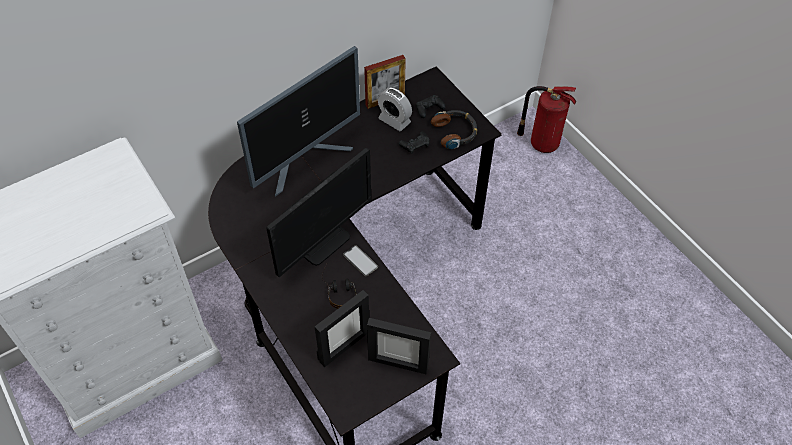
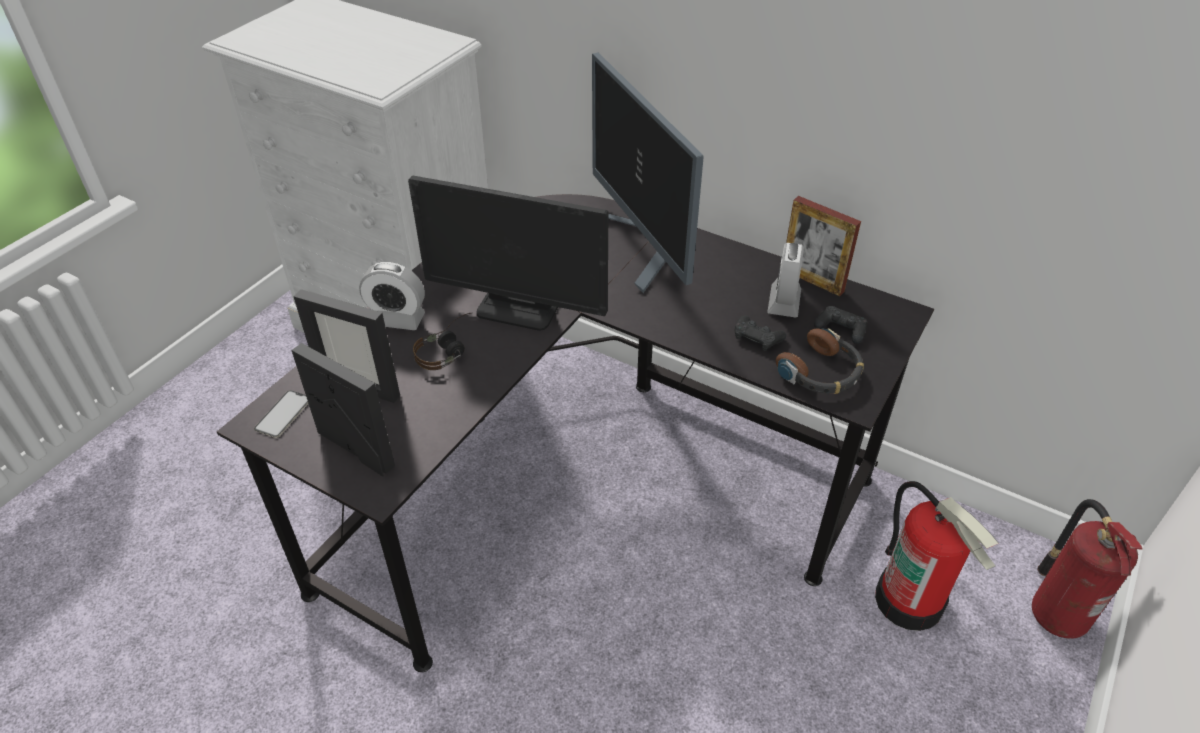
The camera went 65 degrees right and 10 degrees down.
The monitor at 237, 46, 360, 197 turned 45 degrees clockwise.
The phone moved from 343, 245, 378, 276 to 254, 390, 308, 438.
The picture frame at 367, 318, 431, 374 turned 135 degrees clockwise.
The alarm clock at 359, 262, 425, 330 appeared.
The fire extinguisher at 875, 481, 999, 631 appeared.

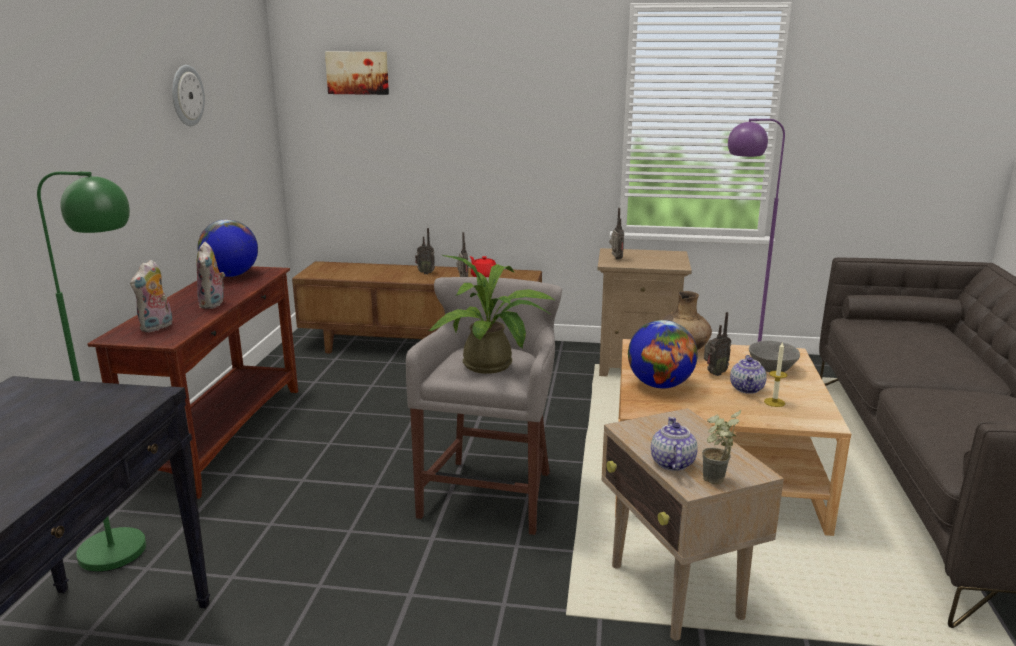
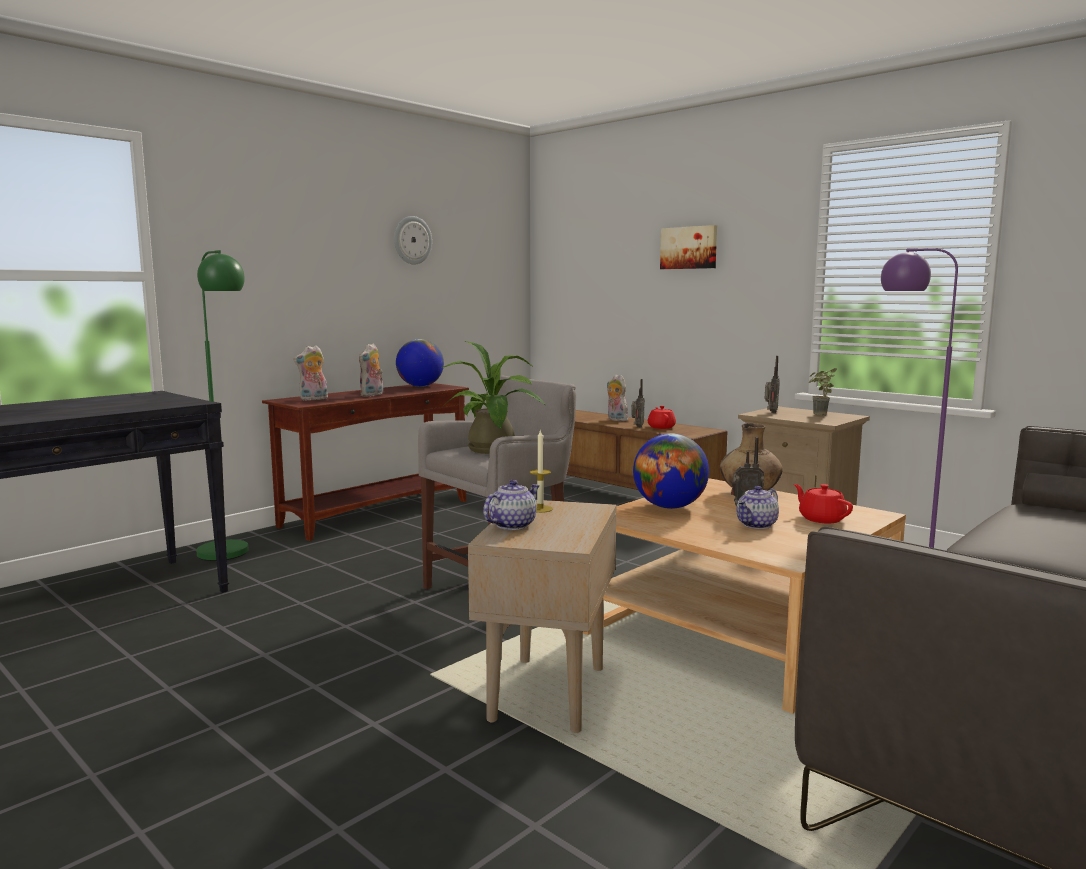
The camera went 35 degrees right and 10 degrees down.
The picture moved from 325, 52, 389, 95 to 660, 225, 717, 269.
The radio at 415, 228, 435, 274 was replaced by the plush toy at 607, 375, 629, 421.
The grey bowl at 749, 341, 800, 372 was replaced by the red teapot at 794, 484, 853, 524.
The candle moved from 764, 341, 787, 407 to 530, 429, 553, 513.
The potted plant moved from 702, 410, 741, 485 to 809, 368, 837, 416.

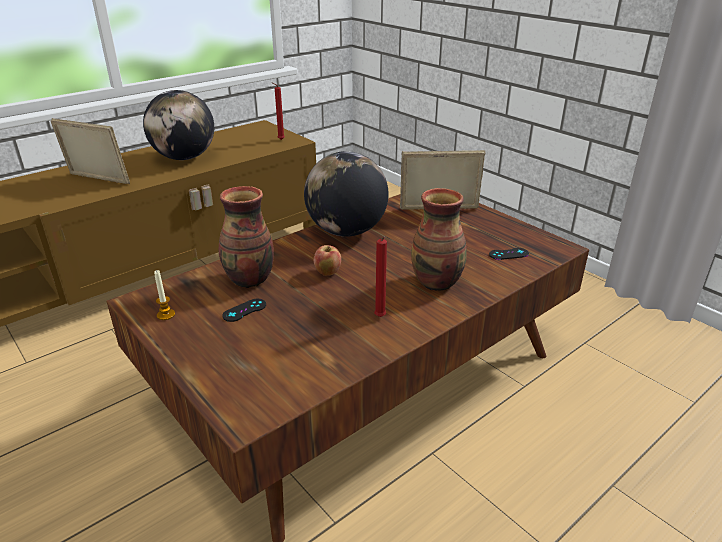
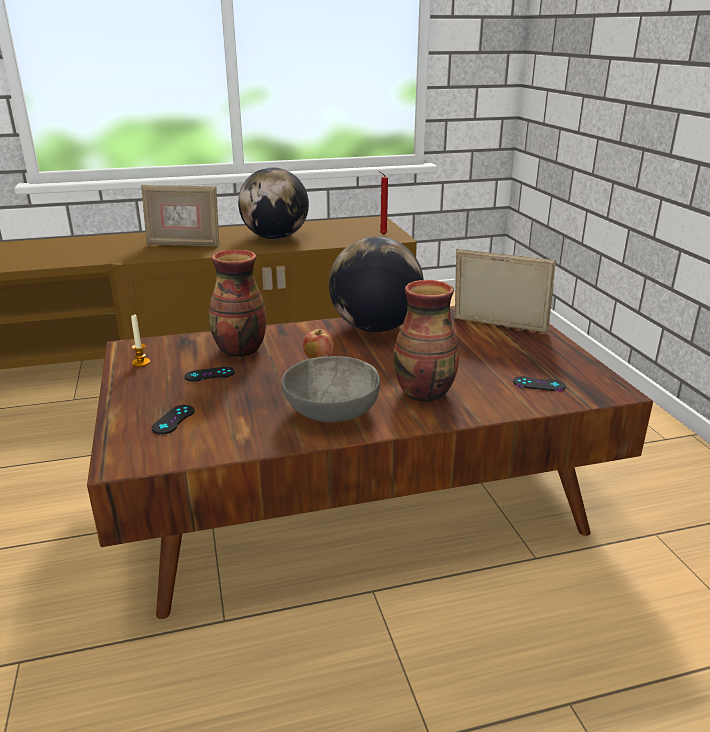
The camera went 25 degrees right and 5 degrees down.
The picture frame at 51, 118, 130, 184 turned 135 degrees clockwise.
The red candle at 374, 237, 387, 317 was replaced by the grey bowl at 281, 356, 380, 423.
The black game controller at 151, 405, 195, 434 appeared.

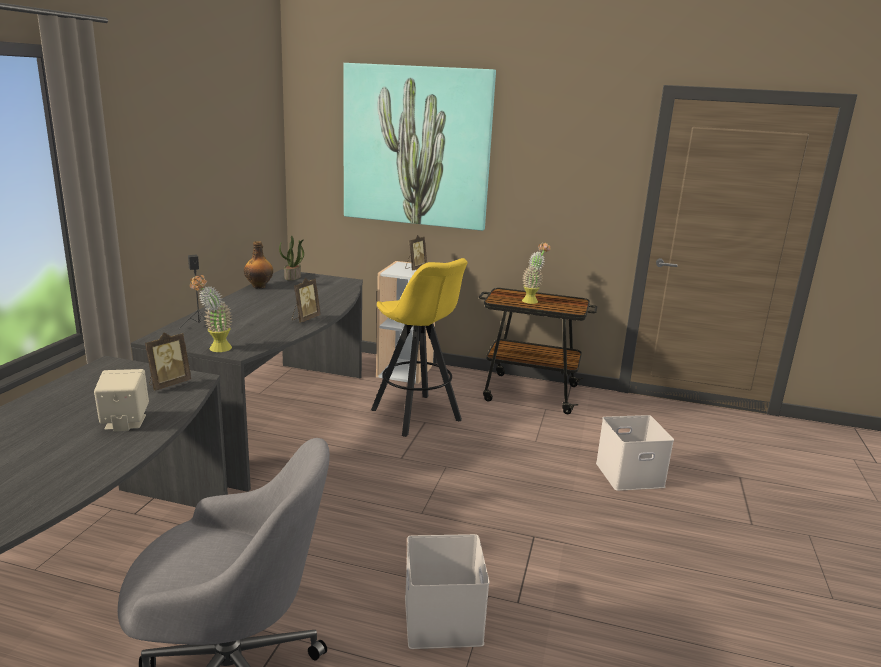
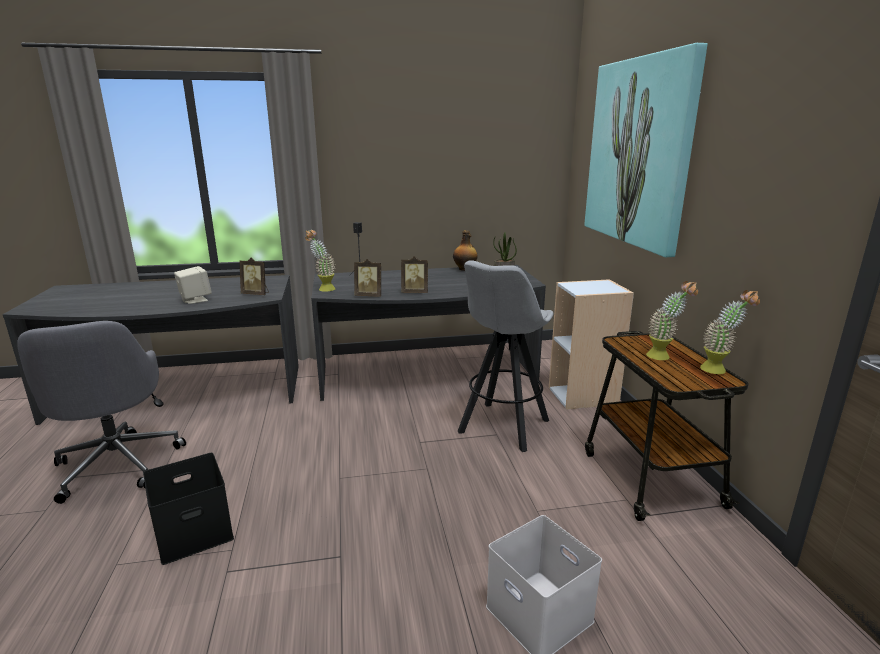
The camera went 65 degrees right and 0 degrees up.
The picture frame moved from 405, 235, 427, 270 to 354, 259, 381, 297.
The yellow stool at 371, 258, 468, 437 became the grey stool at 458, 260, 553, 452.
The white storage box at 405, 534, 489, 649 became the black storage box at 143, 453, 234, 565.
The potted plant at 700, 290, 760, 374 appeared.

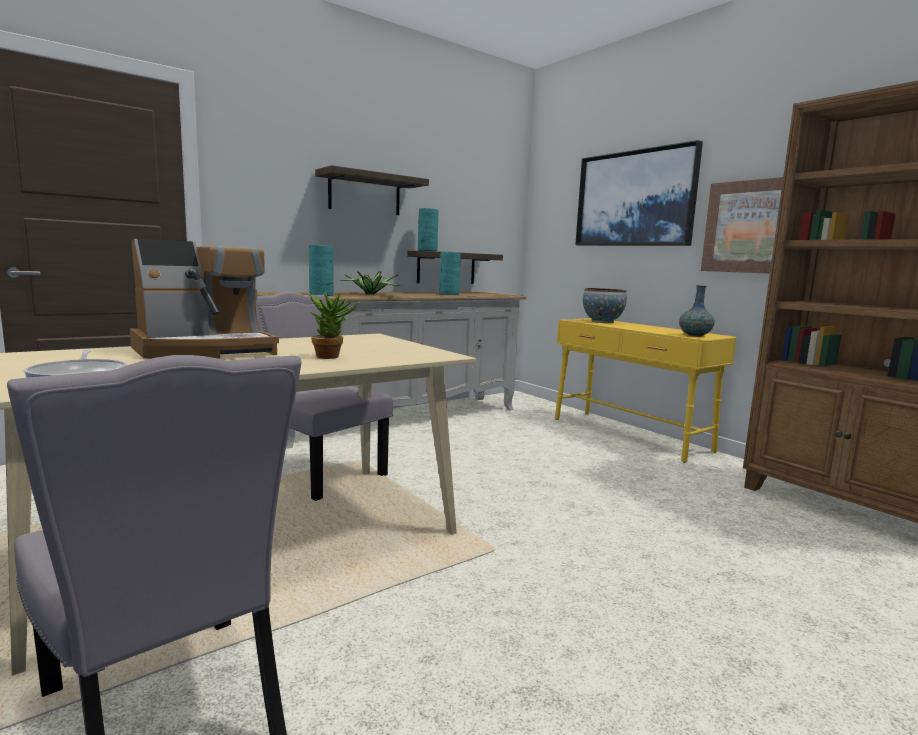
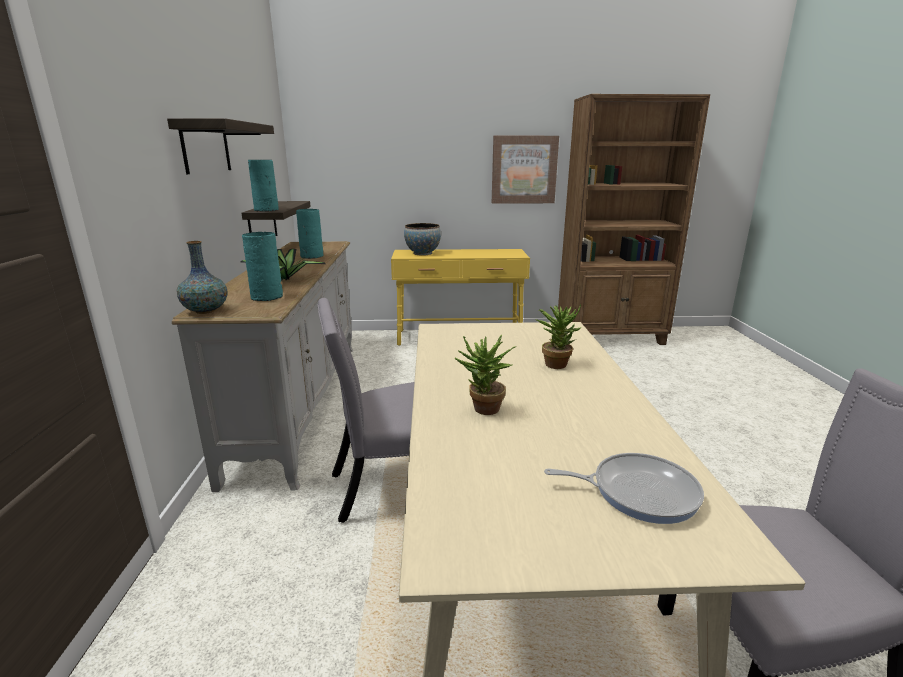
The camera went 55 degrees left and 10 degrees up.
The picture at 575, 140, 703, 246 disappeared.
The coffee machine at 130, 239, 279, 359 was replaced by the potted plant at 454, 335, 517, 415.
The vase moved from 679, 285, 715, 337 to 177, 241, 227, 314.

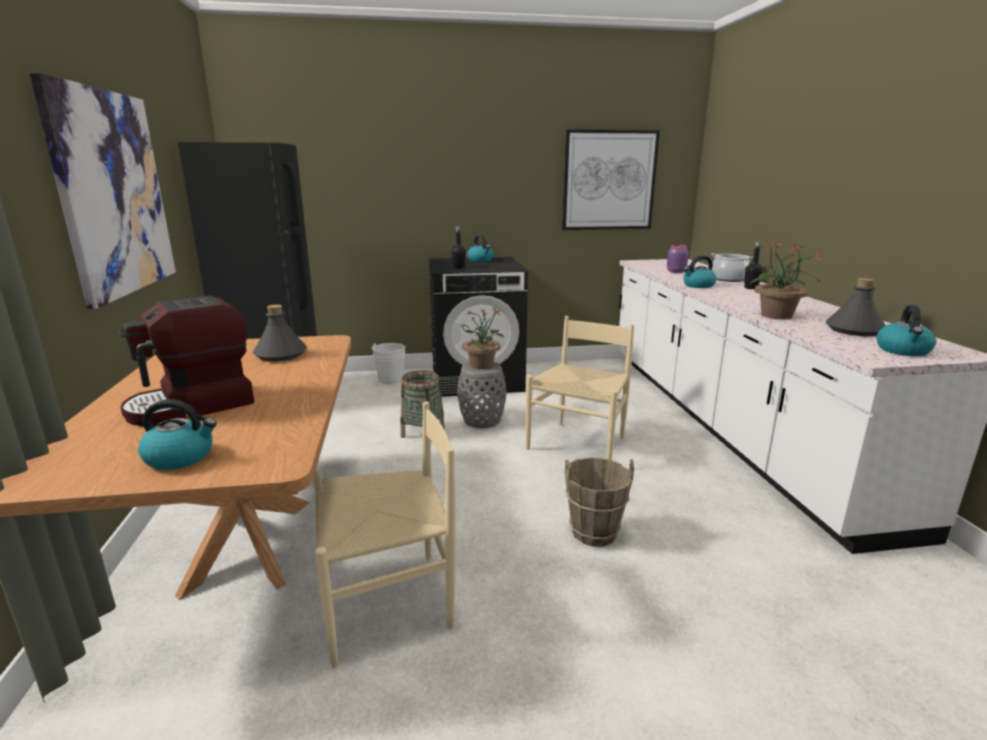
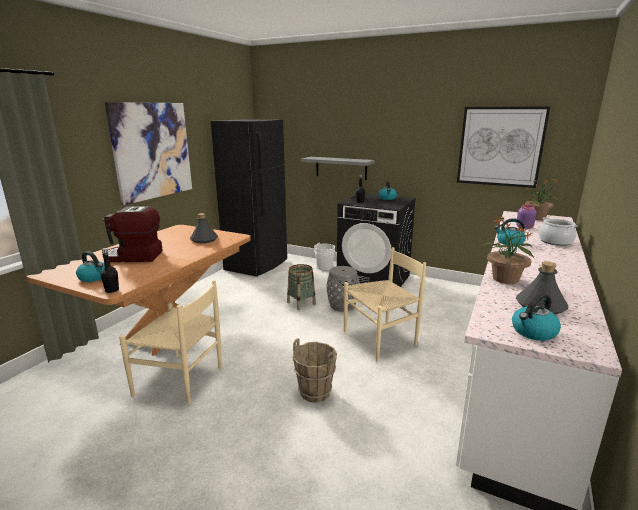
The camera went 35 degrees right and 0 degrees up.
The black bottle moved from 744, 242, 763, 289 to 100, 248, 119, 293.
The potted plant moved from 461, 306, 504, 369 to 525, 179, 558, 220.
The grey shelf at 301, 157, 375, 180 appeared.

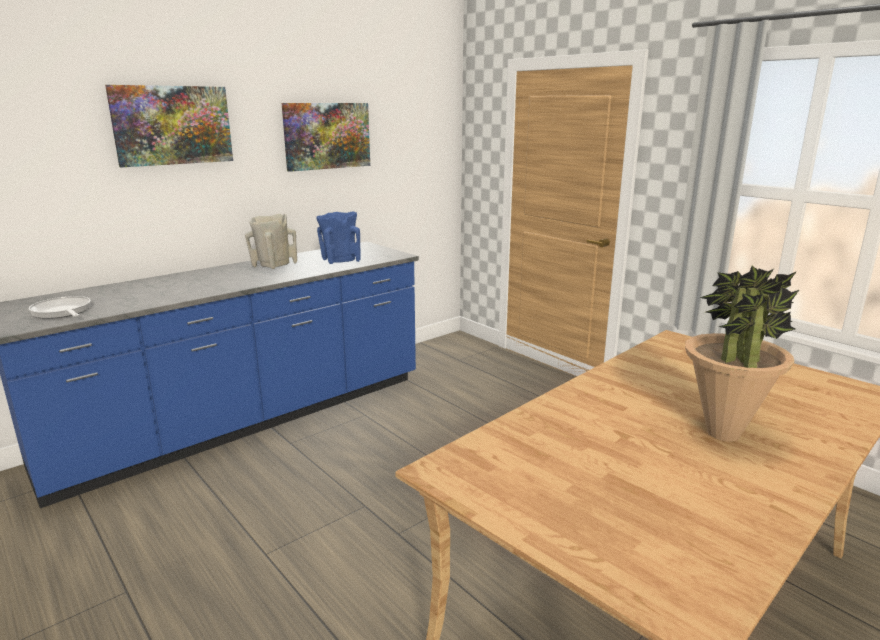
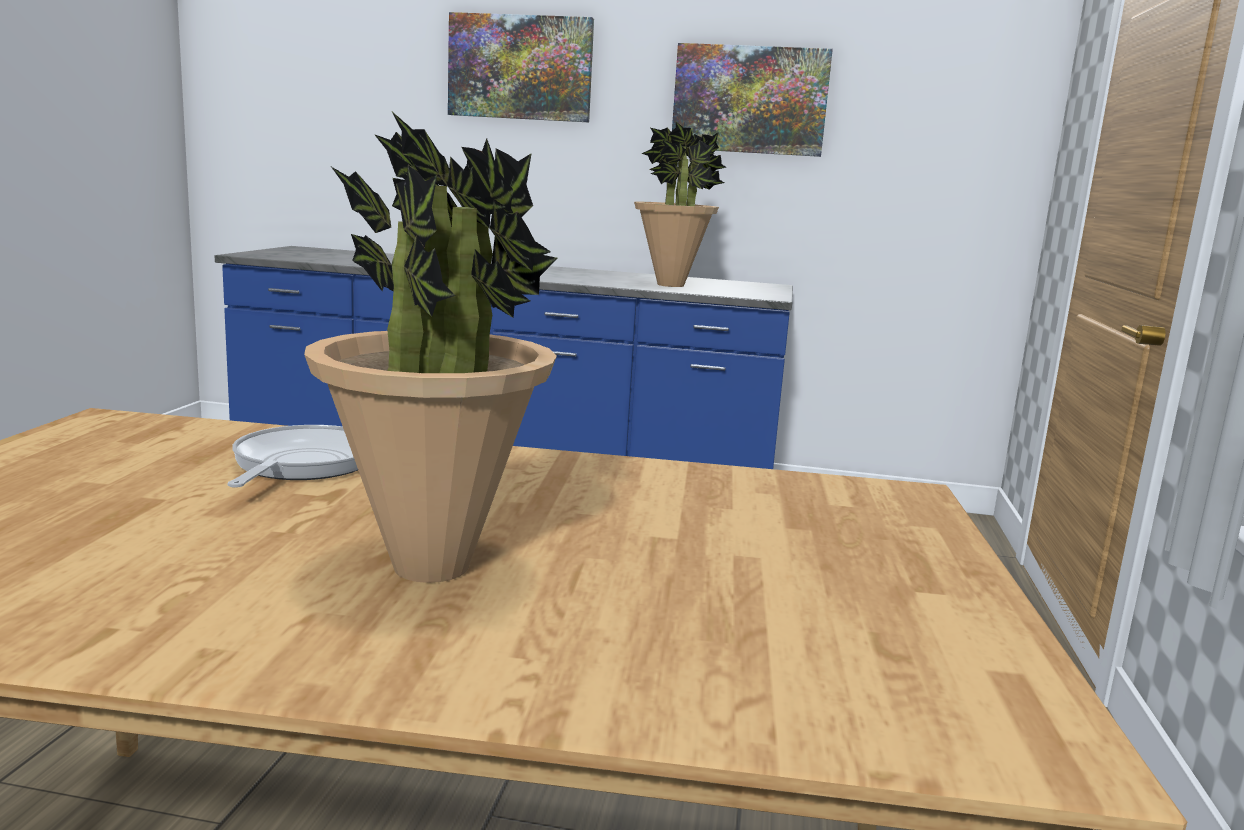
The camera went 50 degrees right and 5 degrees down.
The blue vase at 316, 212, 361, 264 was replaced by the potted plant at 634, 122, 726, 287.
The beige vase at 245, 214, 297, 269 disappeared.
The frying pan moved from 29, 296, 91, 319 to 227, 425, 358, 487.

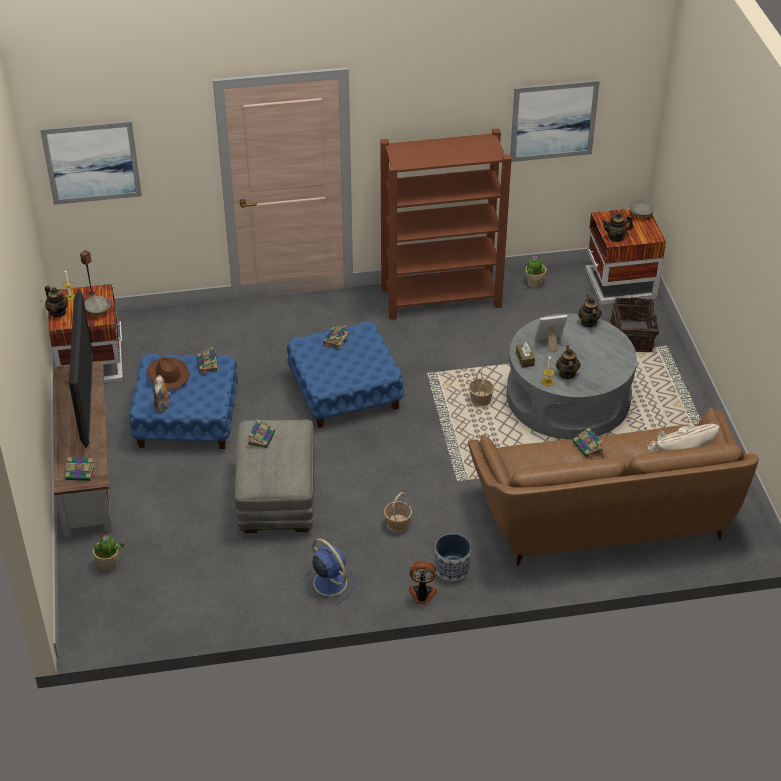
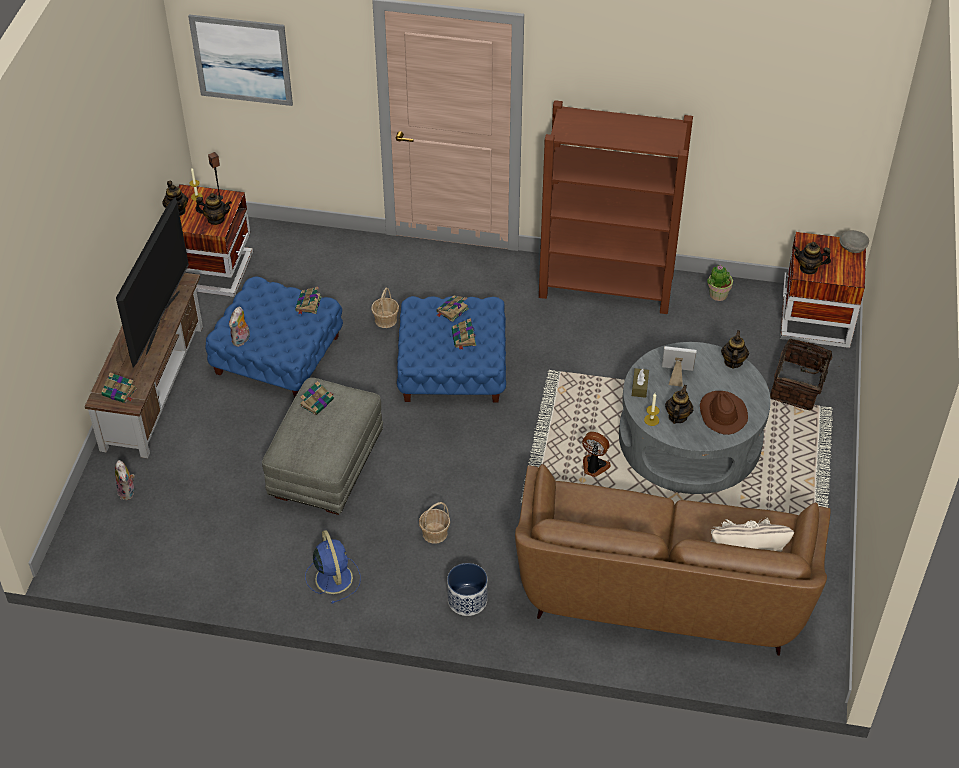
The camera went 20 degrees right and 5 degrees up.
The picture at 510, 80, 600, 162 disappeared.
The grey bowl at 84, 296, 111, 316 was replaced by the teapot at 196, 193, 232, 225.
The brown hat moved from 147, 357, 190, 390 to 700, 391, 748, 435.
The basket moved from 468, 368, 494, 406 to 371, 288, 399, 328.
The book moved from 573, 427, 603, 458 to 452, 318, 476, 350.
The potted plant at 93, 535, 125, 571 was replaced by the plush toy at 115, 460, 135, 500.
The fan moved from 409, 561, 437, 604 to 582, 432, 611, 477.

